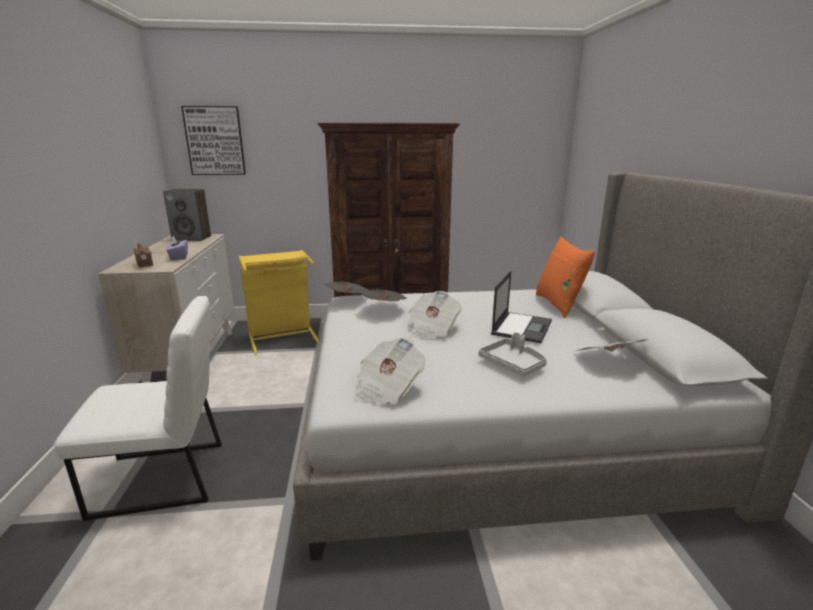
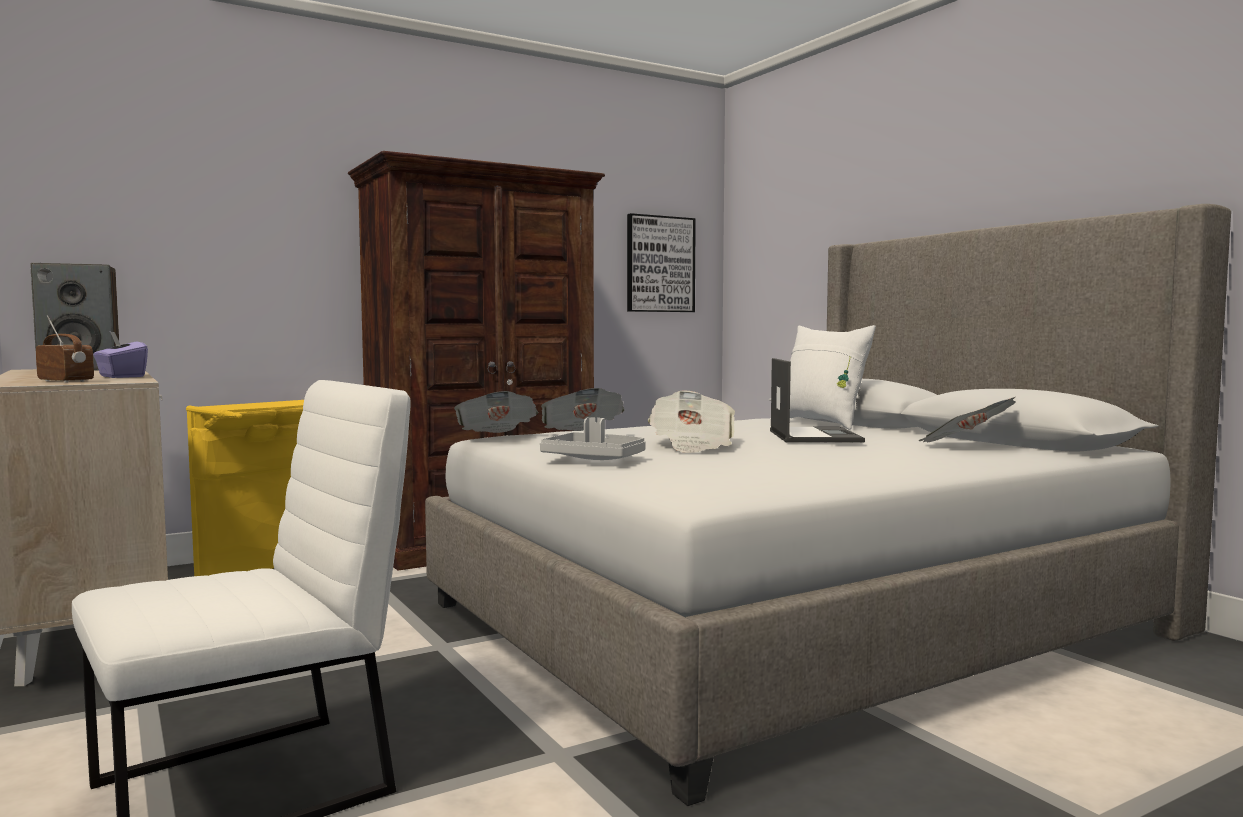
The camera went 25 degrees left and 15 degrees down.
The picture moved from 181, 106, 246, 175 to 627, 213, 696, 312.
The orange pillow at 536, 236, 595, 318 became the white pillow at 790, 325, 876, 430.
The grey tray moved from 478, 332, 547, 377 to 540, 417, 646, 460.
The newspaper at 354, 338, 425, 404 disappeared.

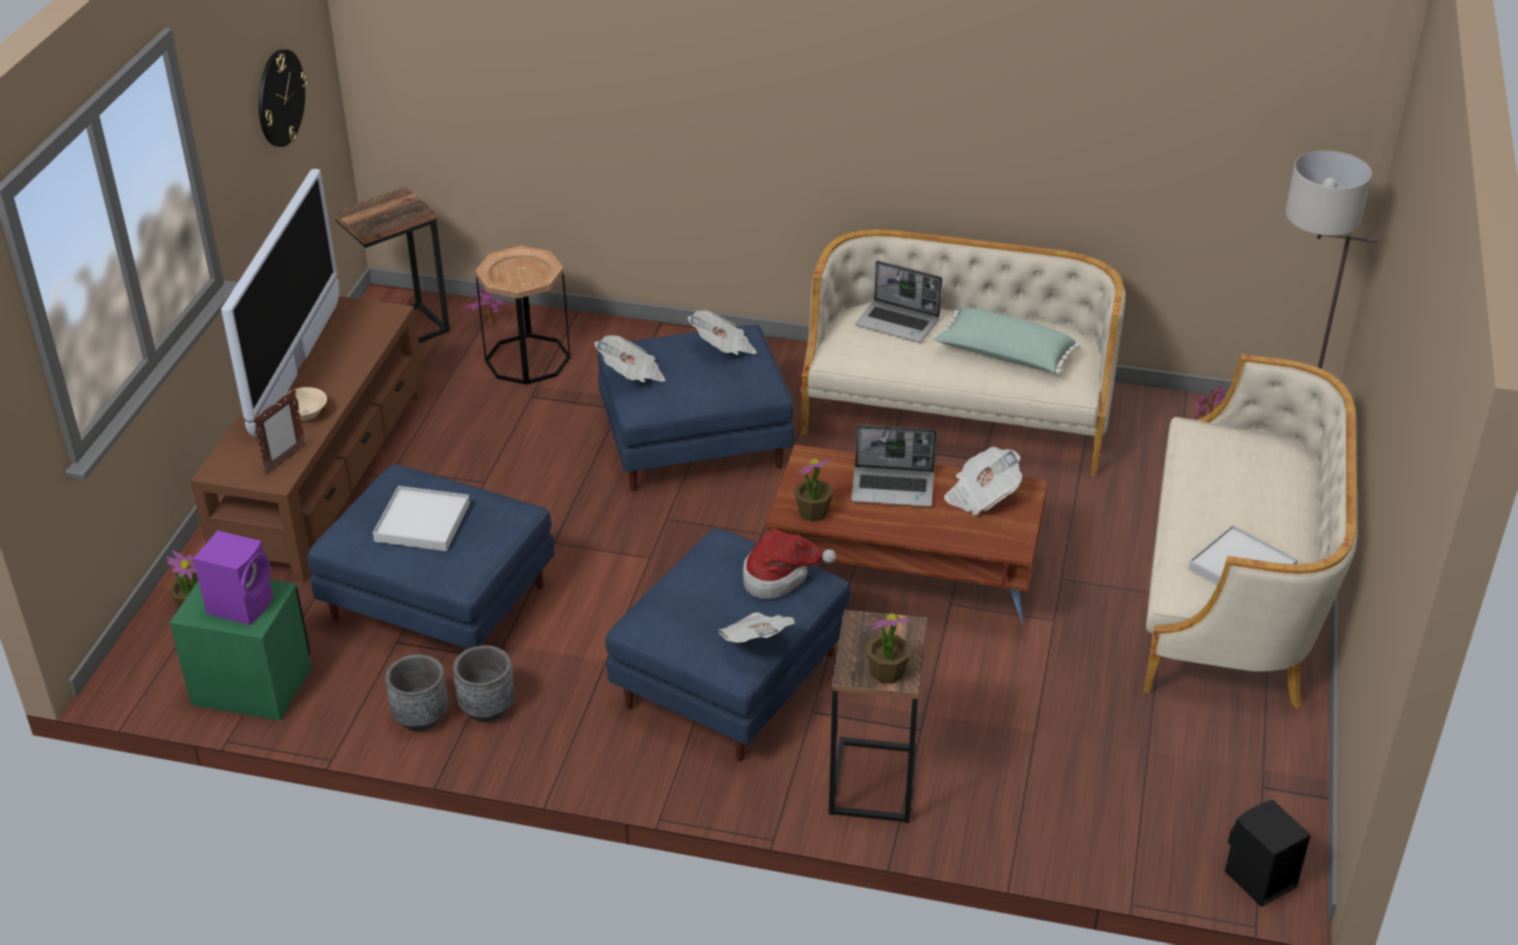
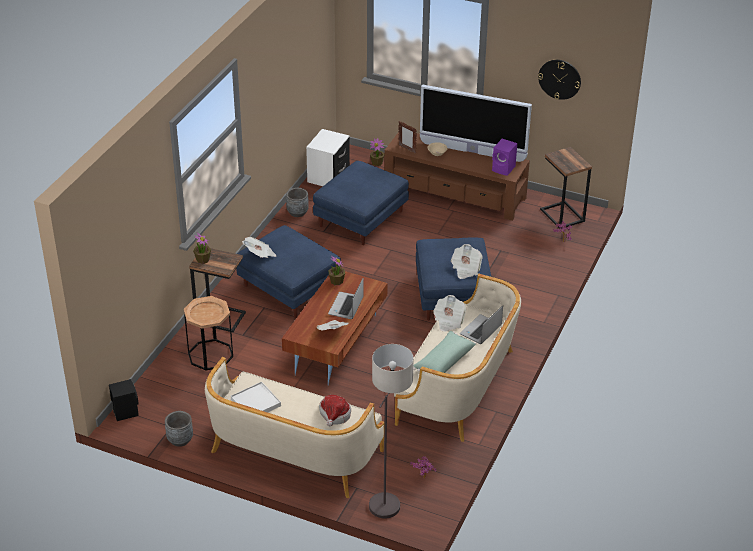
The camera went 100 degrees right and 0 degrees up.
The brown side table moved from 475, 245, 570, 385 to 184, 296, 233, 370.
The newspaper moved from 594, 335, 665, 382 to 433, 295, 467, 332.
The white tray at 373, 486, 470, 551 disappeared.
The hat moved from 743, 529, 836, 599 to 319, 395, 351, 426.
The purple speaker moved from 193, 530, 273, 625 to 492, 139, 517, 176.
The green nightstand at 169, 579, 312, 721 became the white nightstand at 306, 129, 350, 186.
The grey planter moved from 453, 645, 515, 722 to 165, 411, 193, 447.

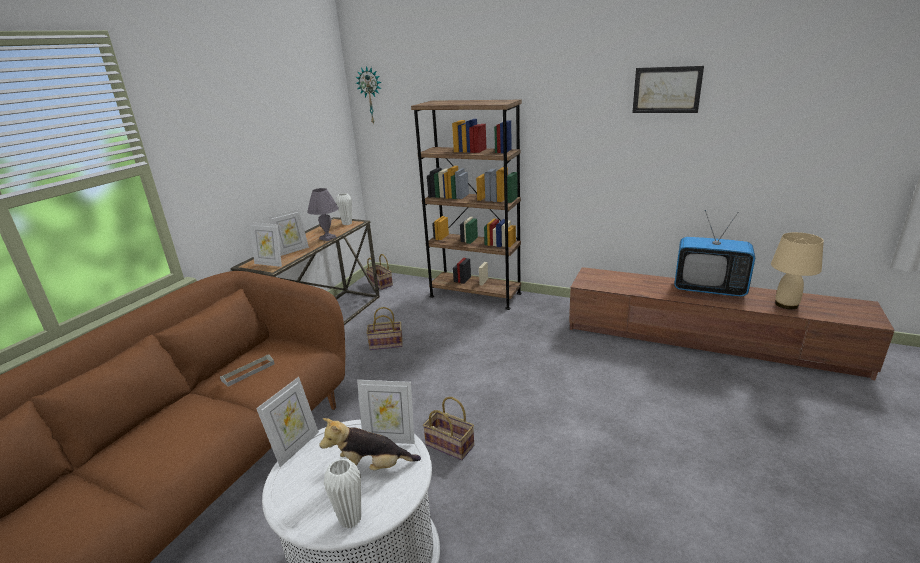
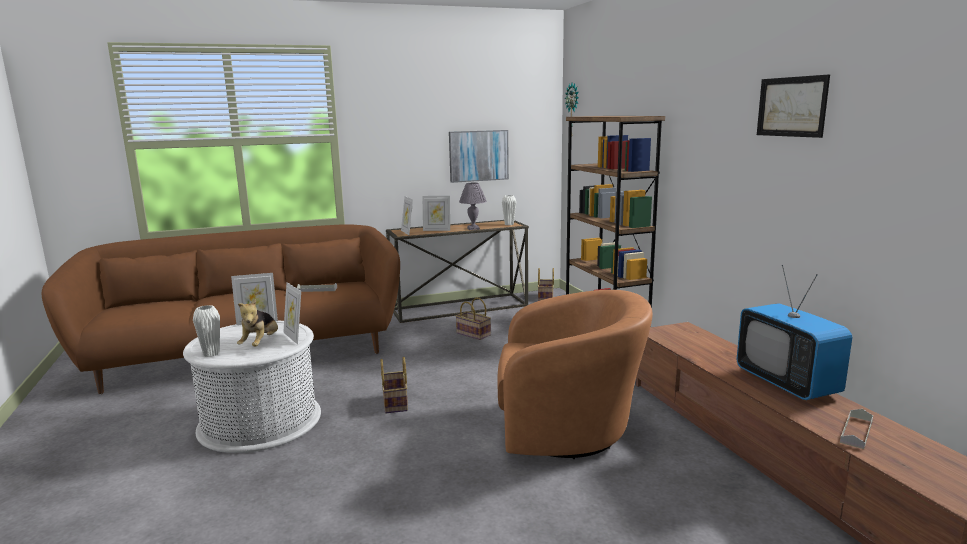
The camera went 45 degrees right and 10 degrees down.
The beige table lamp at 771, 232, 824, 309 was replaced by the grey tray at 840, 409, 873, 449.
The plush toy at 319, 418, 421, 471 turned 120 degrees counterclockwise.
The picture at 449, 130, 509, 183 appeared.
The brown armchair at 498, 290, 652, 459 appeared.

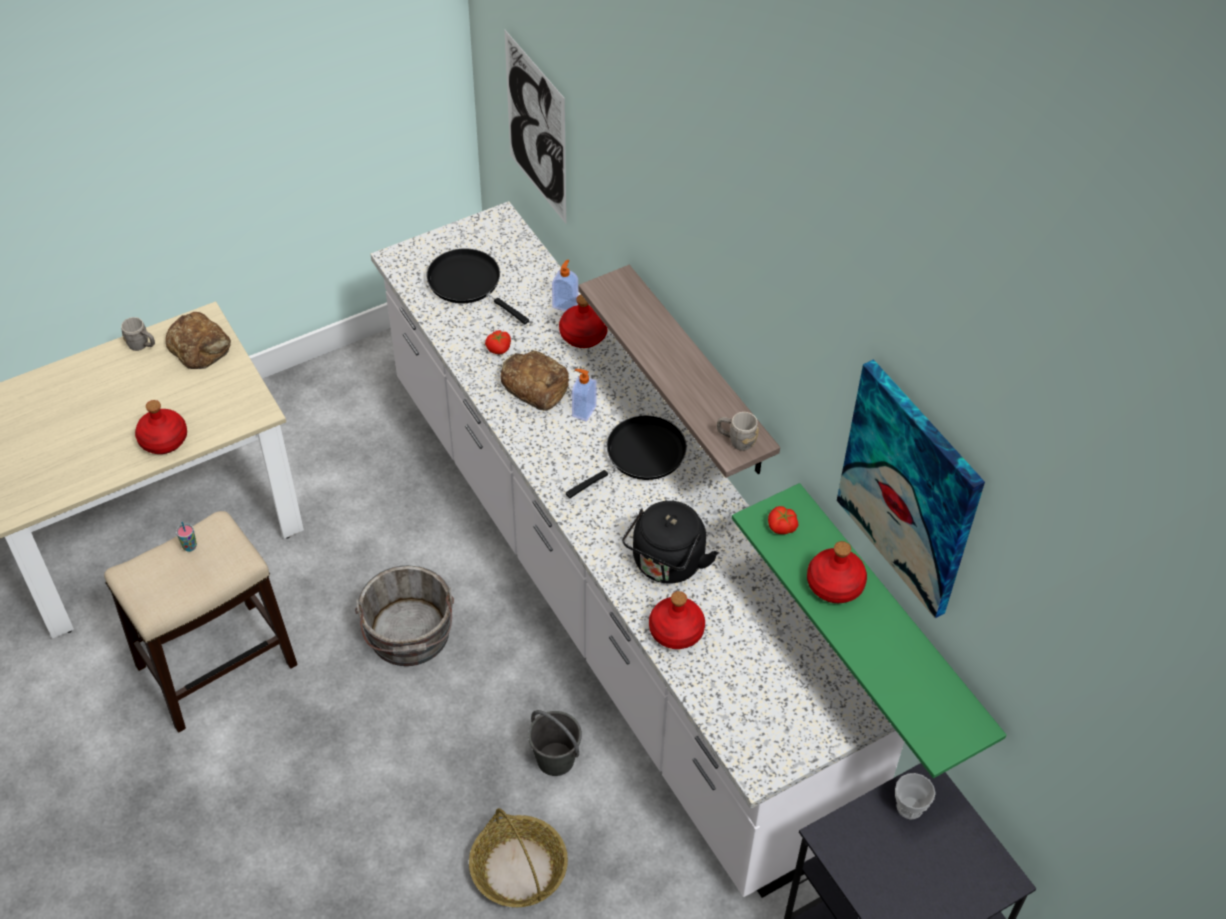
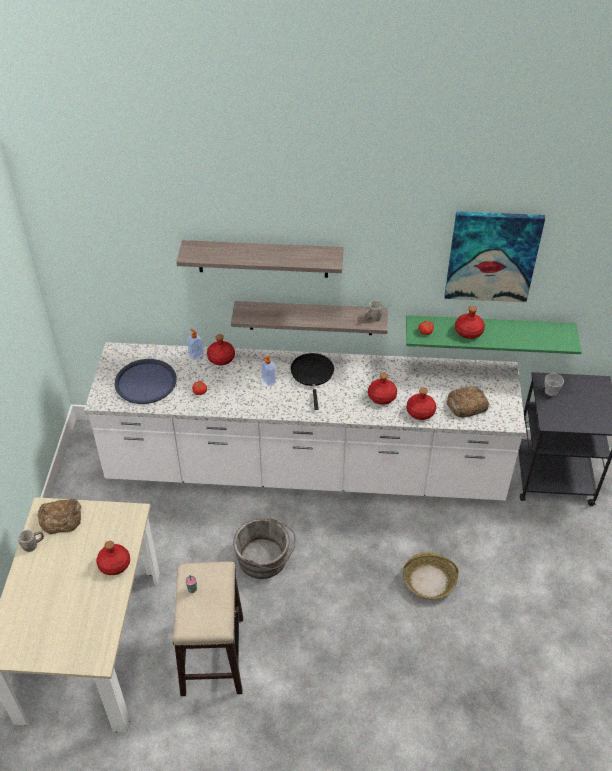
The camera went 55 degrees left and 5 degrees down.
The picture at 505, 30, 566, 223 disappeared.
The black frying pan at 426, 248, 529, 324 was replaced by the blue tray at 115, 359, 177, 404.
The bread moved from 500, 351, 569, 411 to 447, 386, 489, 418.
The black kettle at 622, 501, 718, 584 was replaced by the red bottle at 368, 373, 397, 405.
The grey bucket at 528, 710, 582, 776 disappeared.
The shelf at 176, 240, 343, 278 appeared.

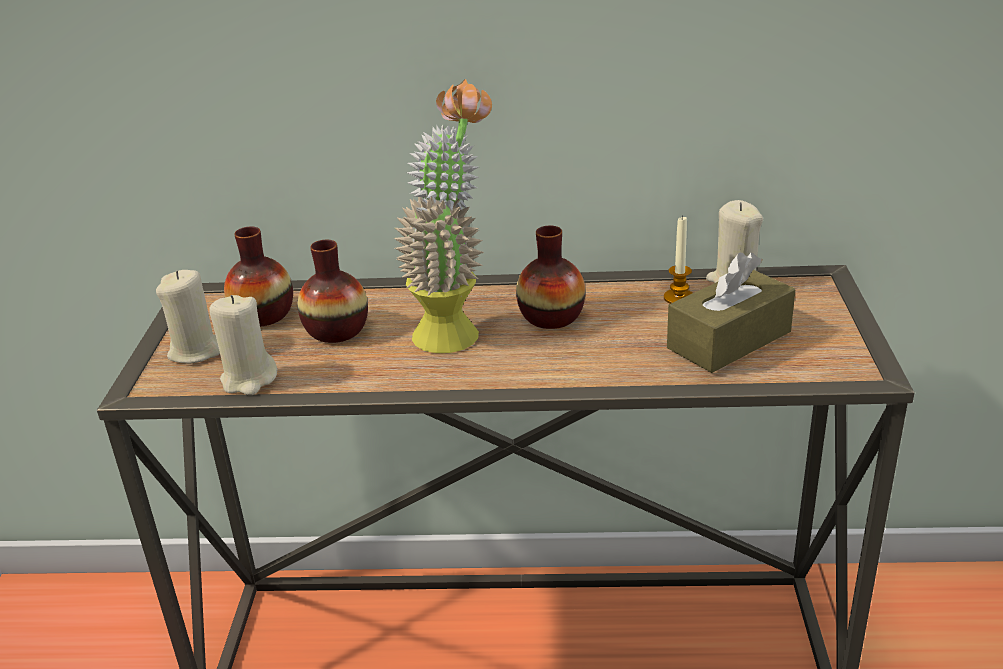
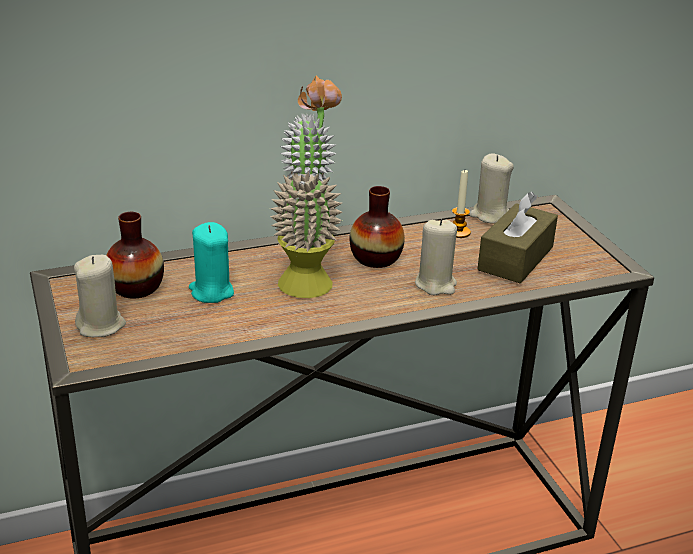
The camera went 25 degrees left and 0 degrees up.
The vase at 298, 240, 368, 343 was replaced by the turquoise candle at 189, 222, 234, 303.
The beige candle moved from 209, 295, 277, 395 to 415, 219, 457, 295.

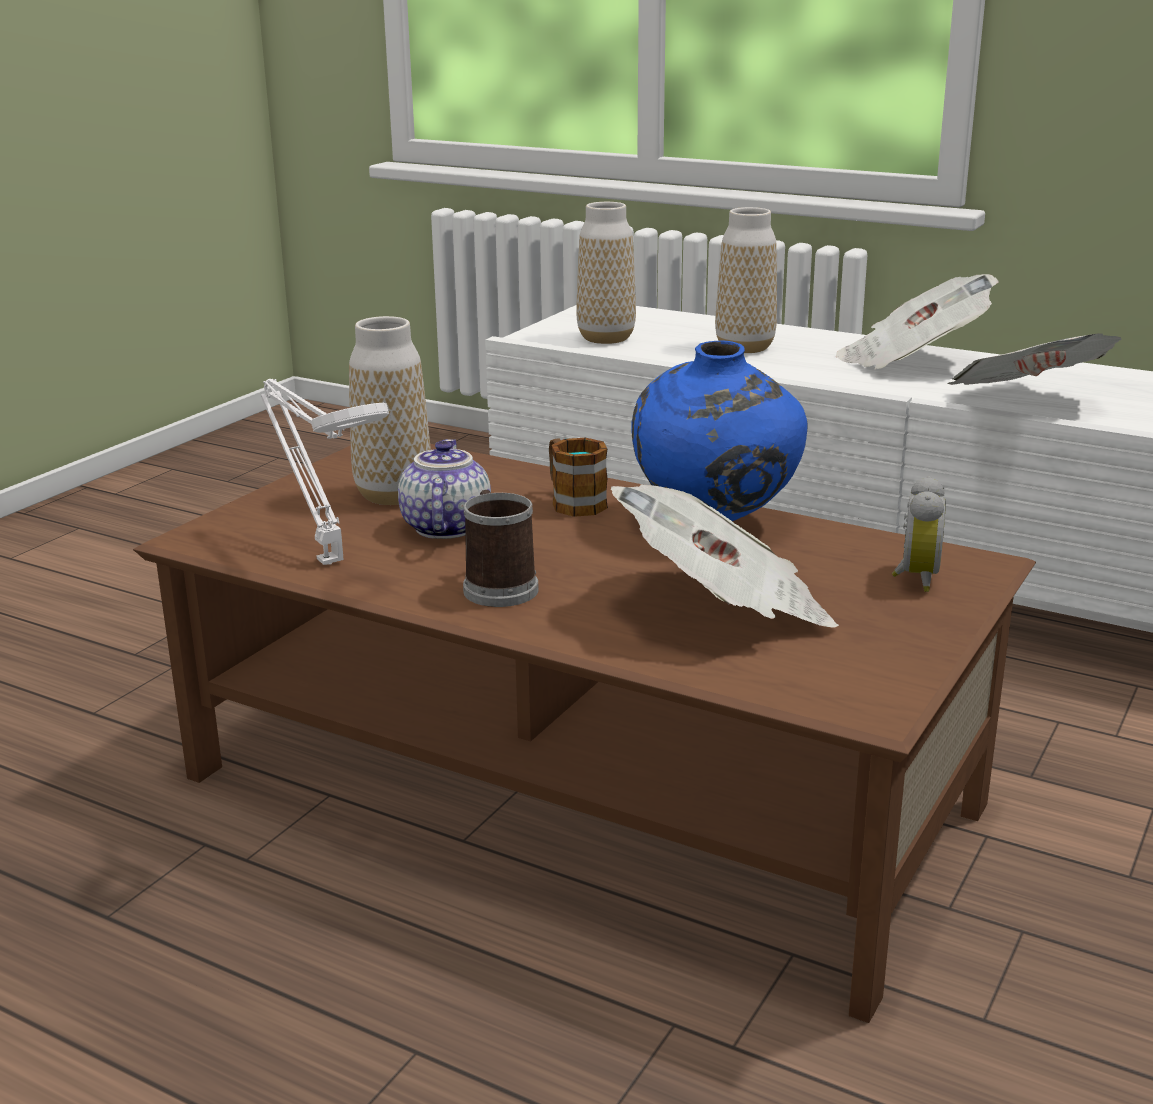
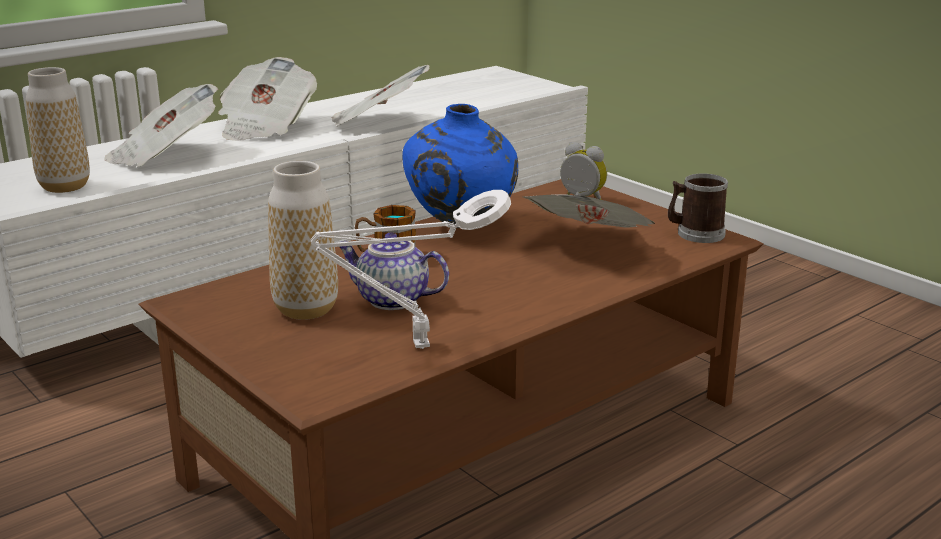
The camera went 70 degrees left and 0 degrees up.
The vase at 715, 207, 777, 353 was replaced by the newspaper at 104, 84, 218, 167.
The mug moved from 463, 490, 538, 607 to 668, 173, 728, 243.

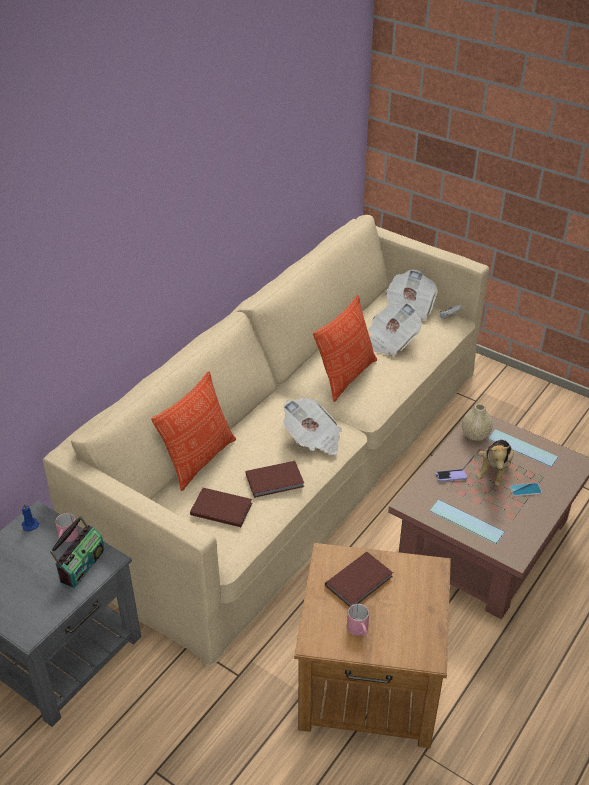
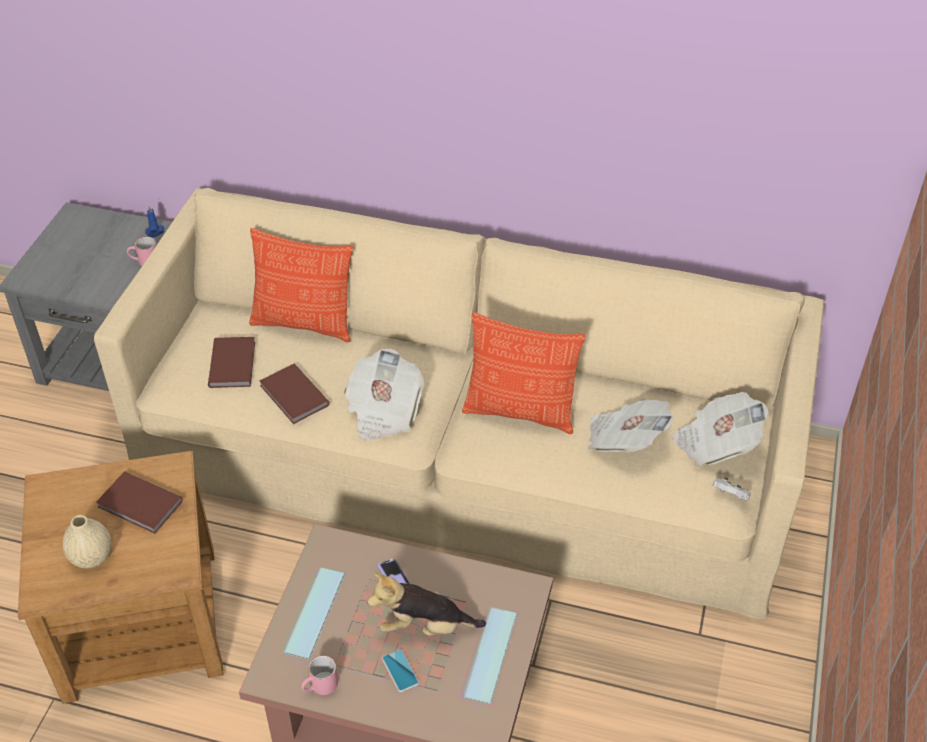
The camera went 70 degrees right and 5 degrees up.
The beige vase moved from 462, 404, 493, 441 to 62, 515, 111, 568.
The radio at 50, 515, 105, 588 disappeared.
The pink mug moved from 347, 604, 369, 636 to 301, 656, 338, 695.

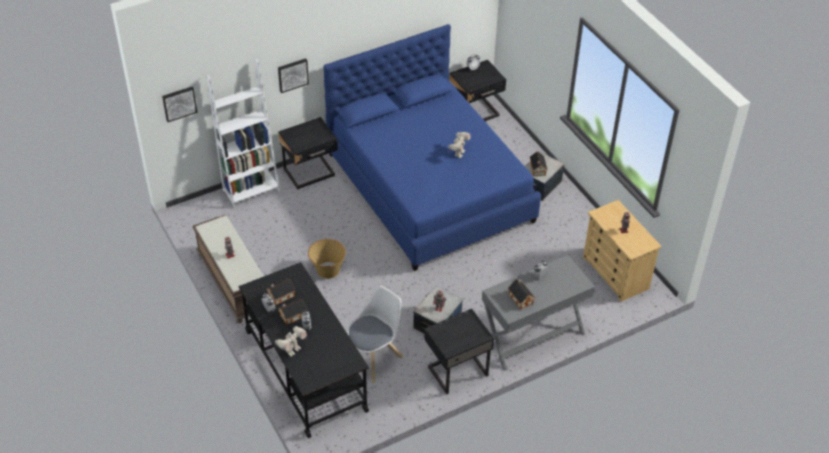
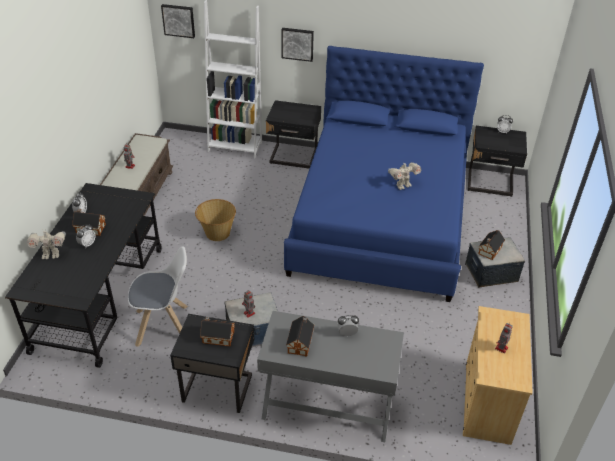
The camera went 40 degrees right and 5 degrees down.
The toy house moved from 267, 279, 295, 305 to 200, 317, 235, 347.

